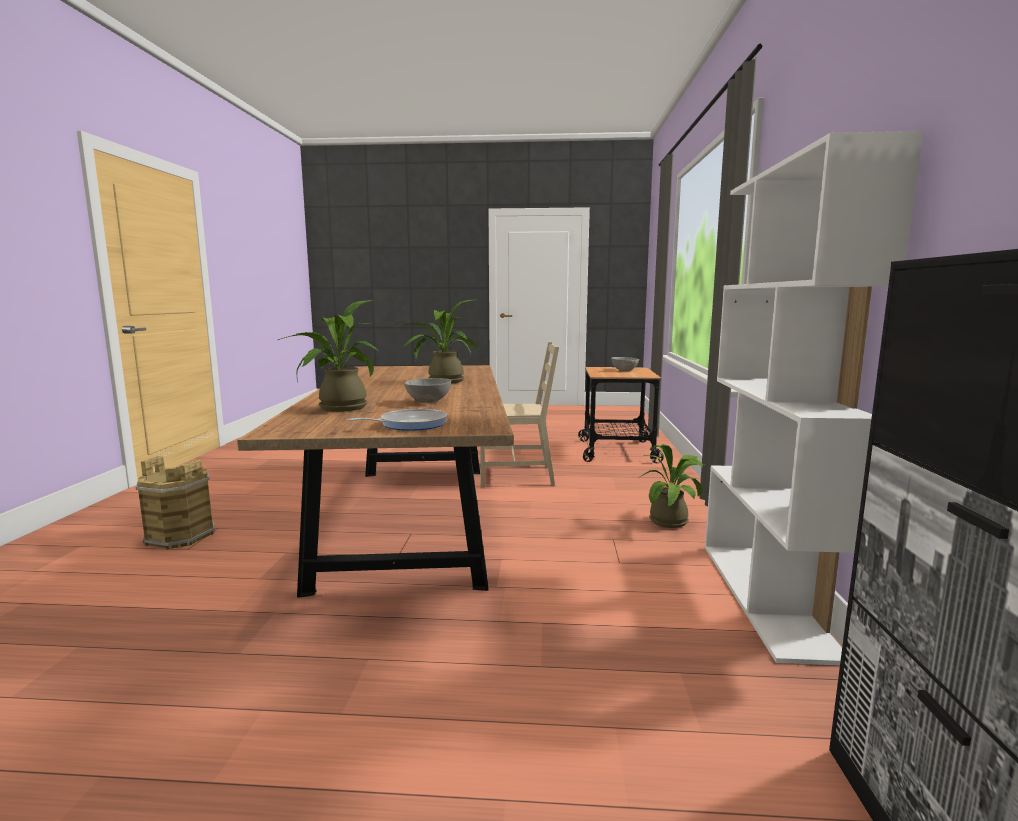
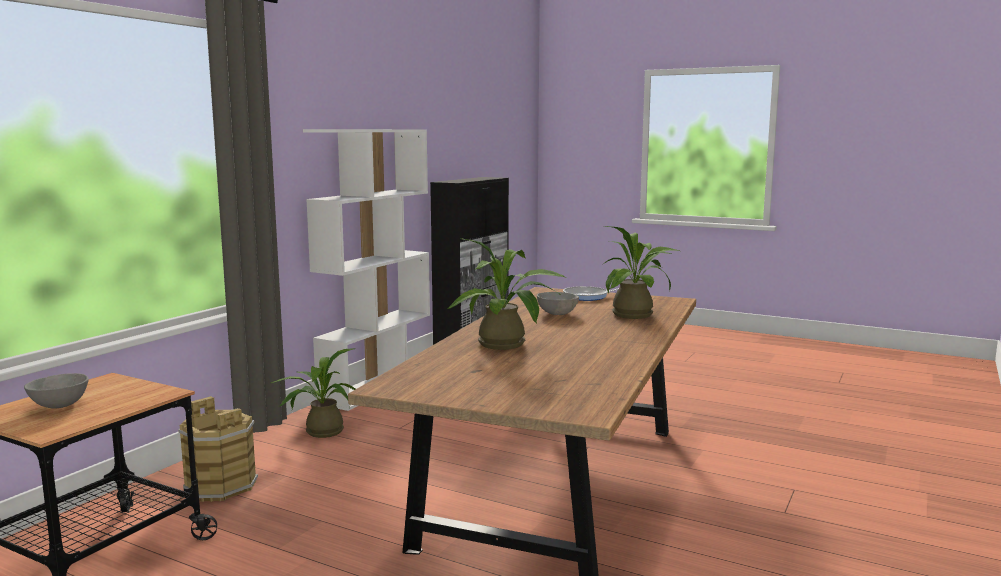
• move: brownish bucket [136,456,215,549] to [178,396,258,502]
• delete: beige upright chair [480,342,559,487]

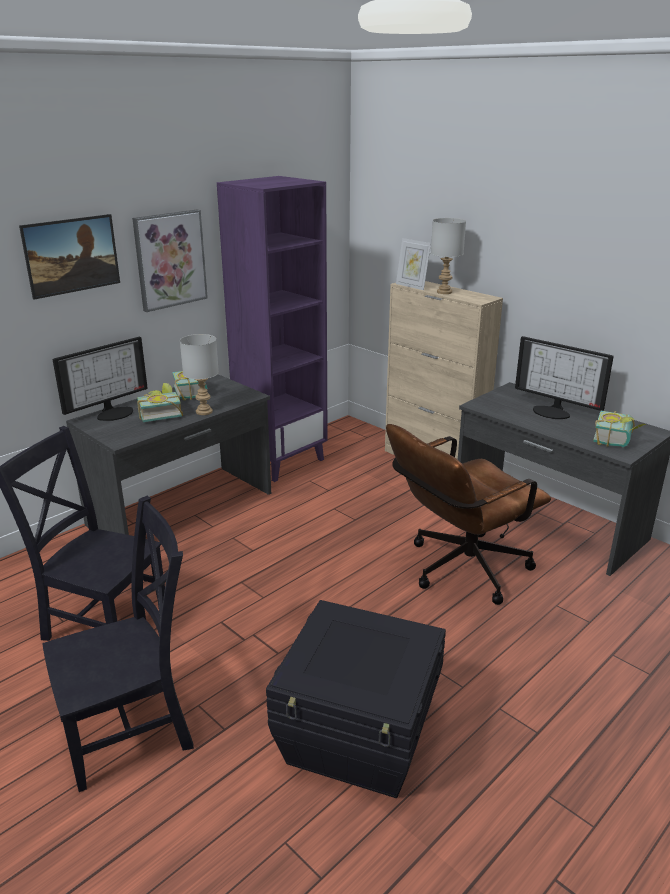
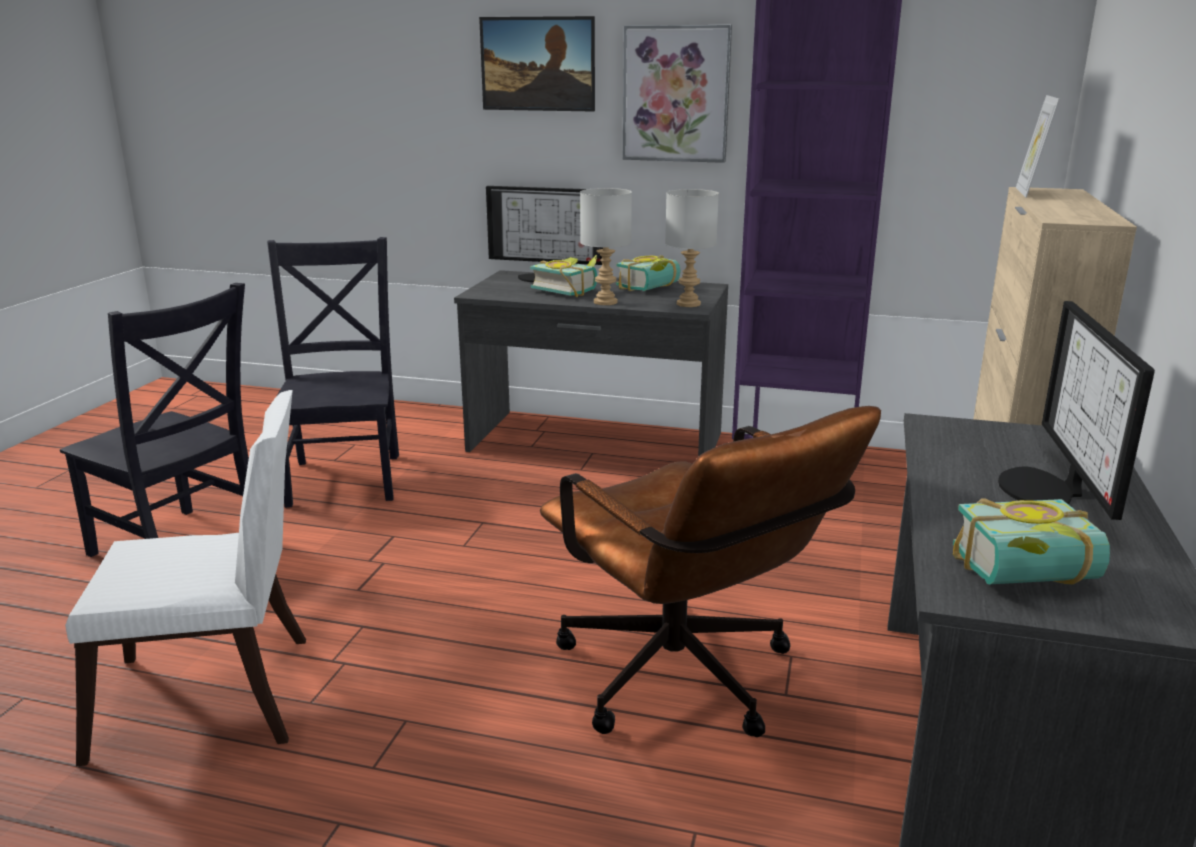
• replace: black storage container [266,600,446,798] to white upright chair [65,390,306,766]
• rotate: brownish computer chair [386,424,551,605] = [540,406,881,737] 150 degrees counterclockwise
• move: gray table lamp [431,218,466,294] to [665,189,719,307]

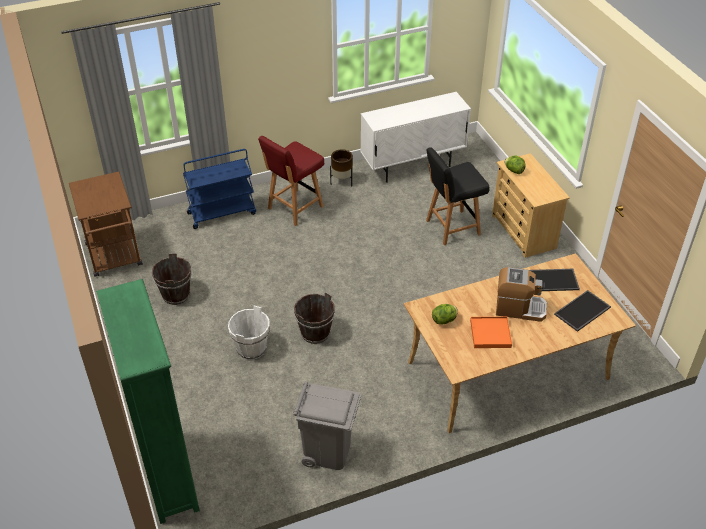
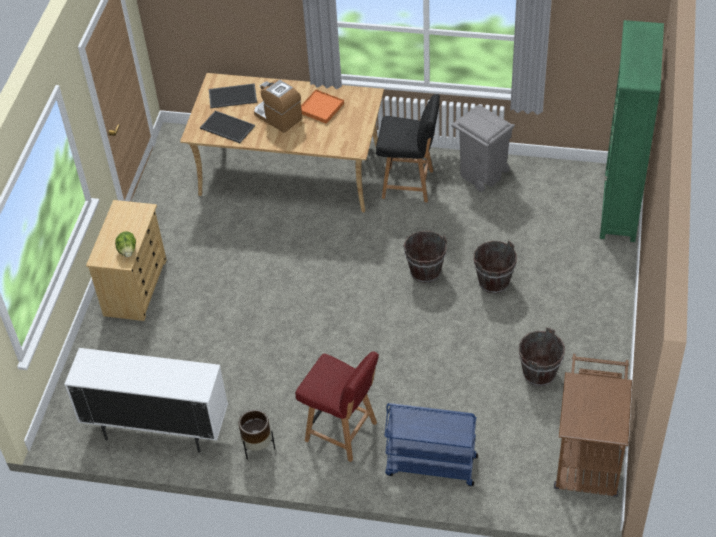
• recolor: white bucket [228,306,270,360] to brownish bucket [473,240,517,294]
• rotate: red upright chair [258,136,324,226] = [295,351,379,462] 45 degrees clockwise
• move: black upright chair [426,147,489,245] to [376,94,440,202]
• delete: head of lettuce [432,304,458,325]

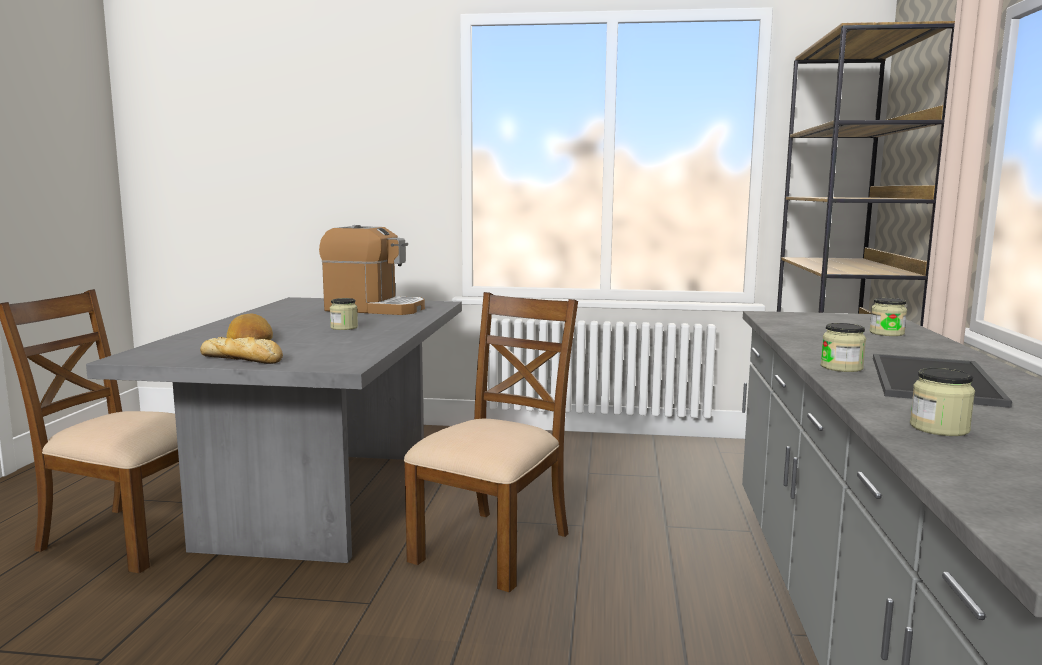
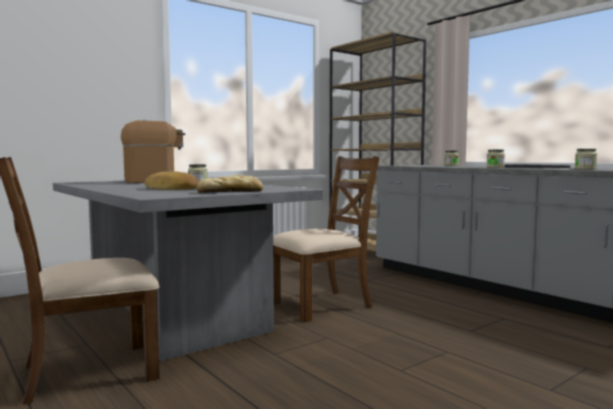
• rotate: brownish upright chair [404,292,578,592] = [273,156,380,322] 75 degrees clockwise

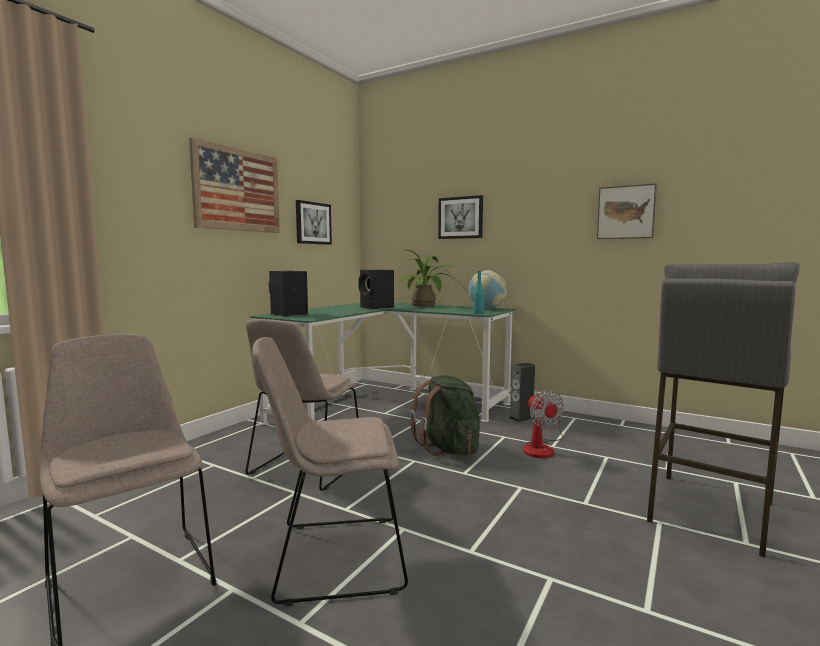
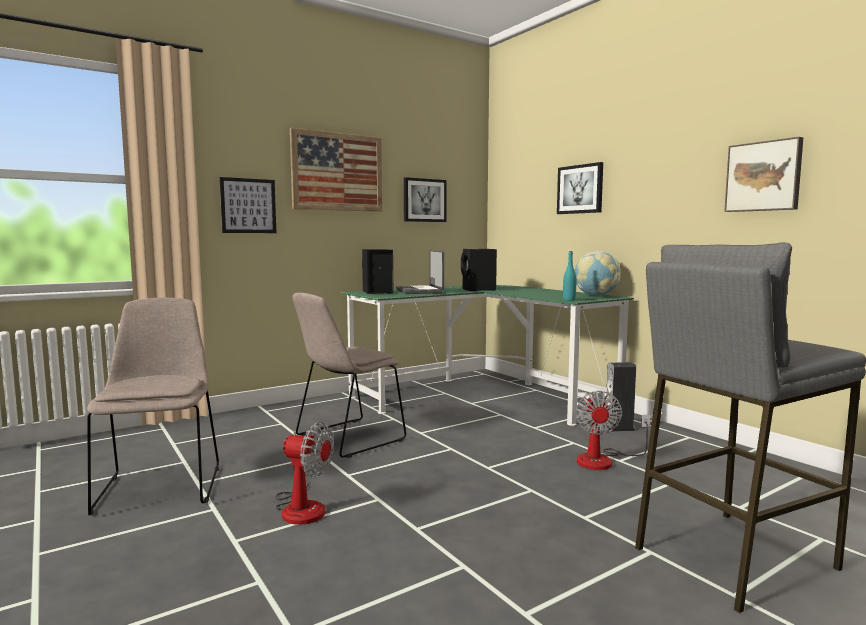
• replace: beige upright chair [252,337,408,606] to electric fan [275,422,334,525]
• delete: potted plant [395,250,455,307]
• delete: greenish rucksack [410,375,480,456]
• insert: wall art [220,177,276,233]
• insert: portable computer [395,250,444,294]

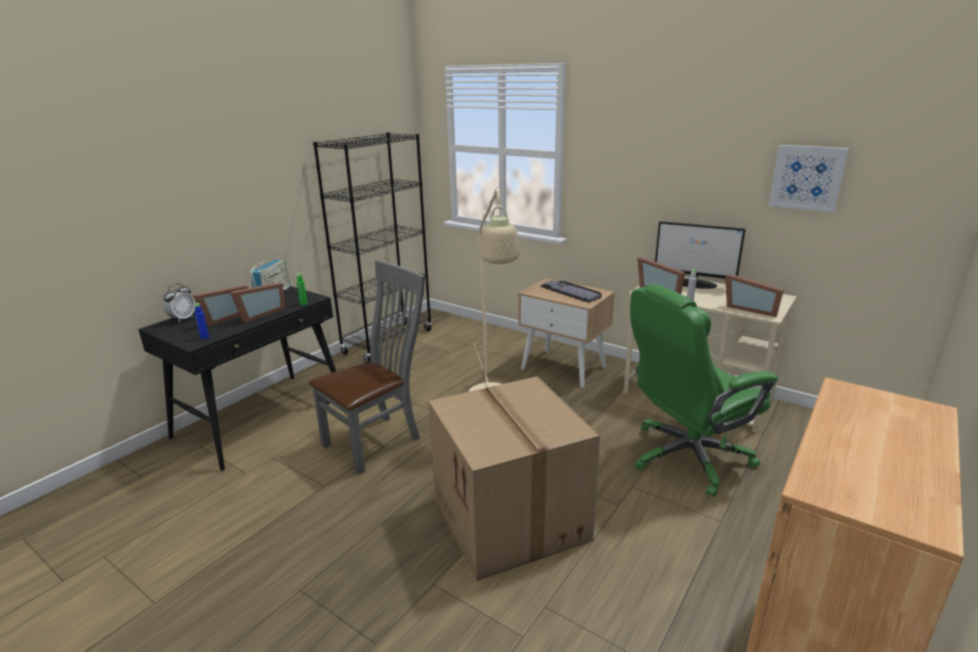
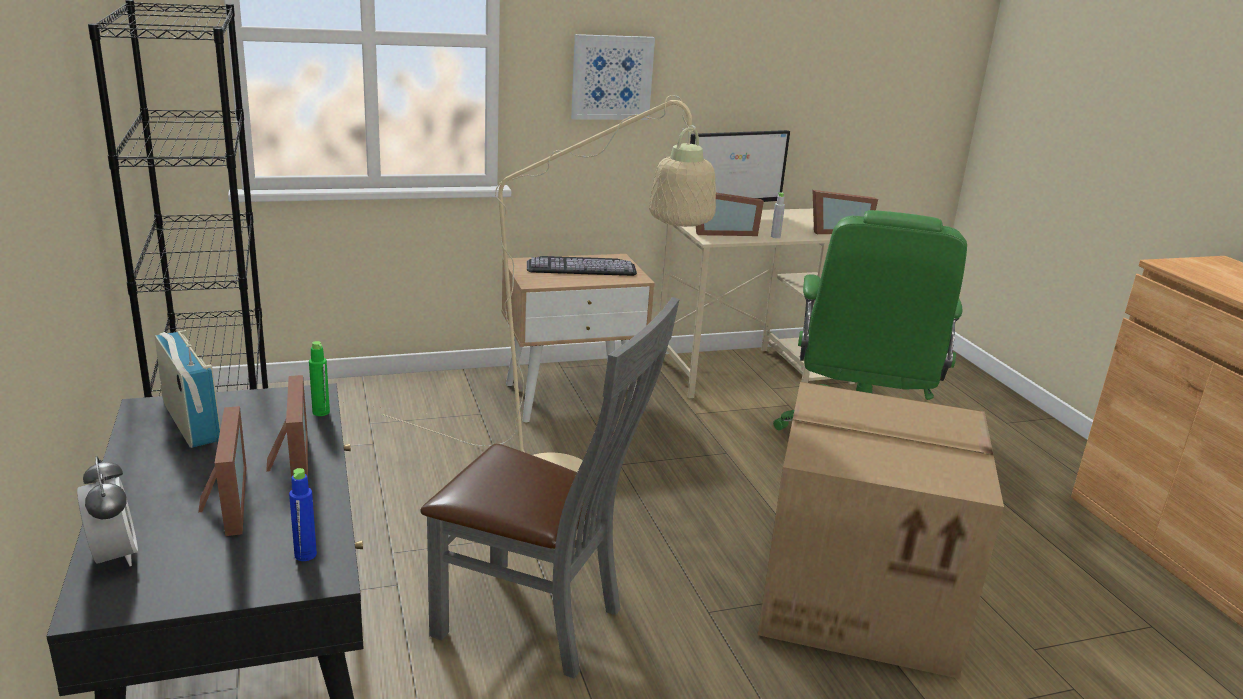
• rotate: gray upright chair [309,260,425,475] = [420,297,680,679] 120 degrees clockwise
• move: wall art [768,145,849,212] to [571,34,655,120]

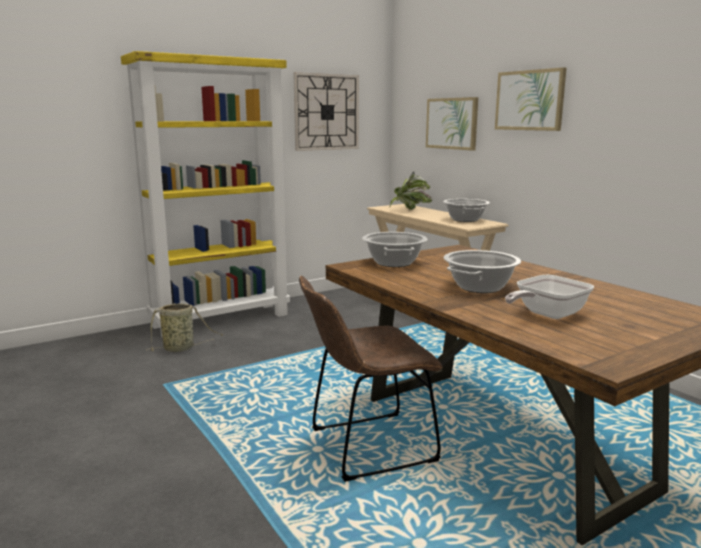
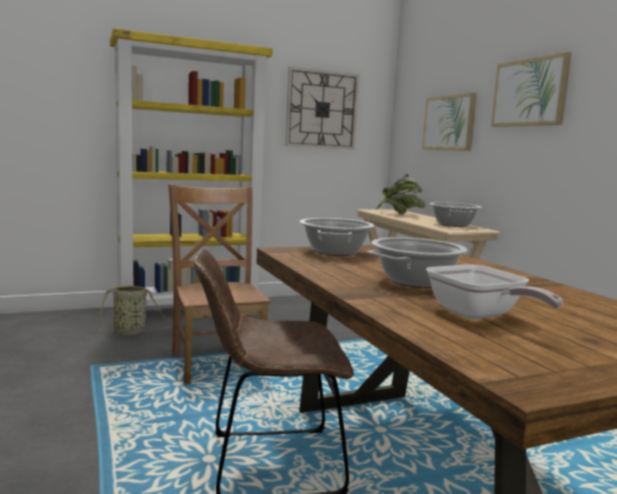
• rotate: skillet [505,275,594,319] = [426,264,563,319] 90 degrees counterclockwise
• insert: brownish upright chair [168,184,271,384]

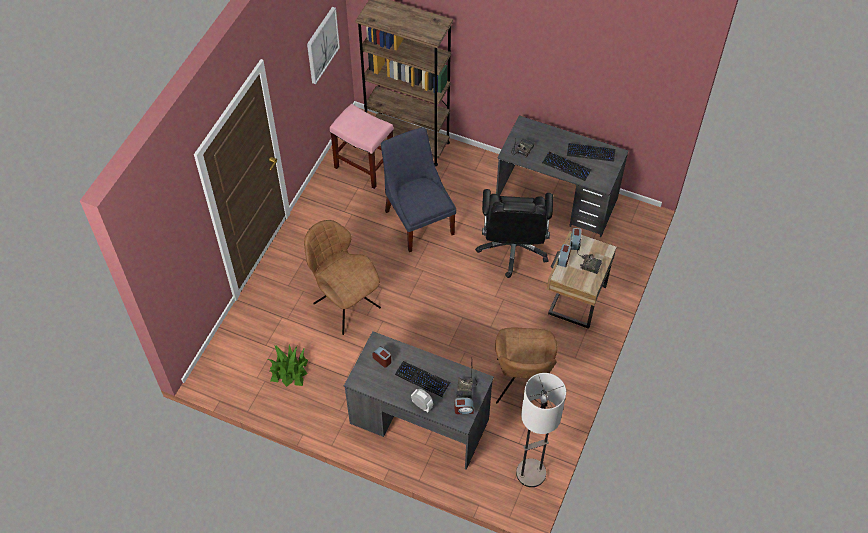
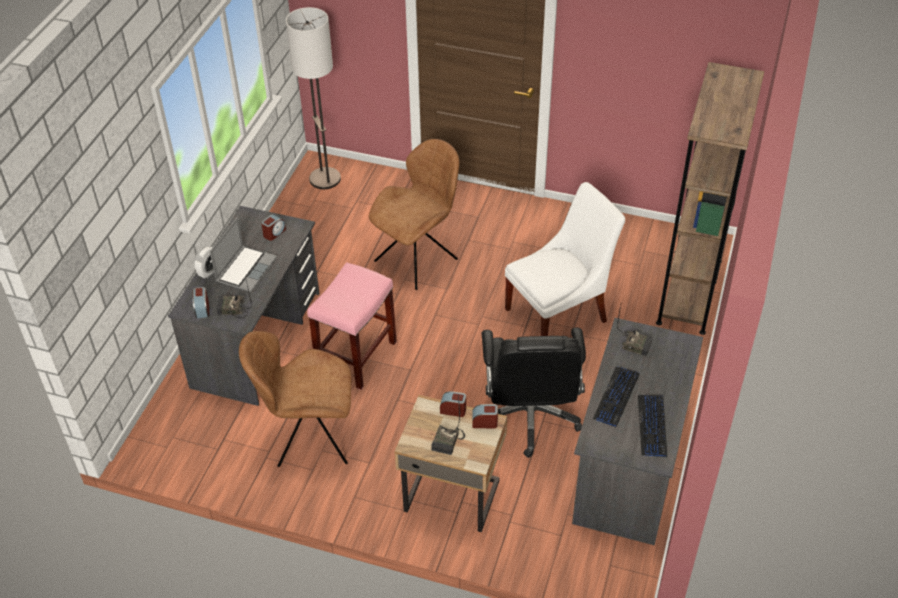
• delete: potted plant [268,345,308,387]
• delete: wall art [307,7,340,84]
• move: pinkish stool [330,104,393,189] to [307,262,397,390]
• recolor: blue upright chair [381,127,456,252] to white upright chair [505,182,625,336]
• replace: keyboard [395,361,450,397] to portable computer [210,217,277,292]
• rotate: black computer chair [475,189,553,278] = [482,328,586,458] 90 degrees counterclockwise
• move: standing lamp [516,373,566,487] to [286,7,341,189]

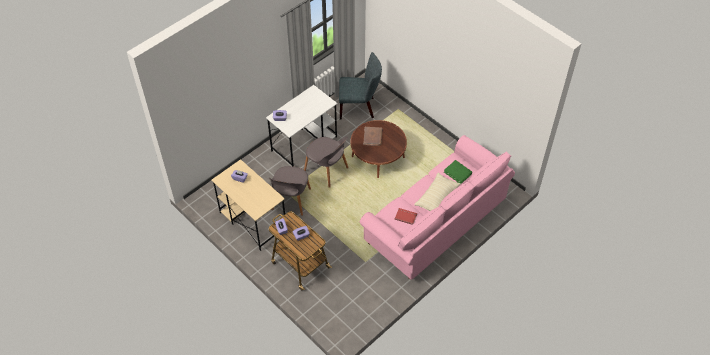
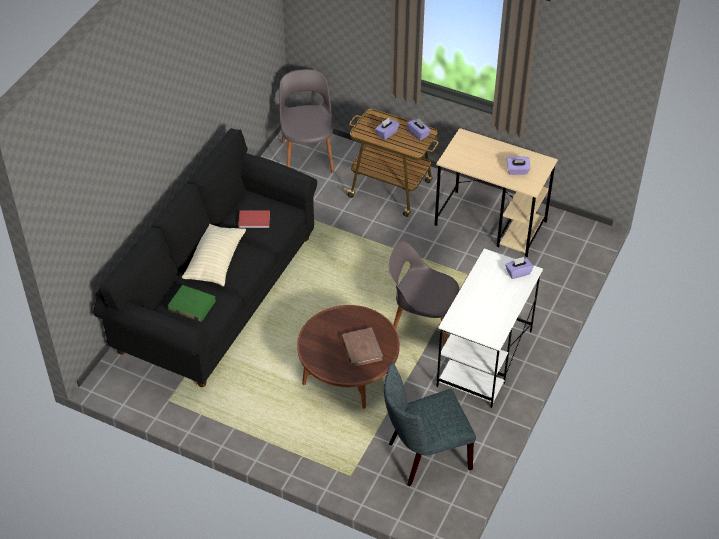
• move: gray upright chair [269,166,311,216] to [279,69,334,173]
• recolor: pinkish couch [360,135,515,280] to black couch [94,128,317,387]

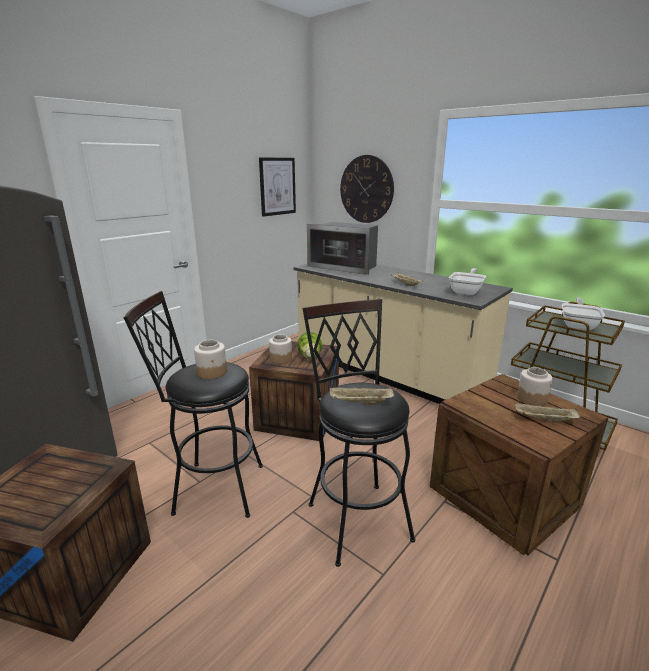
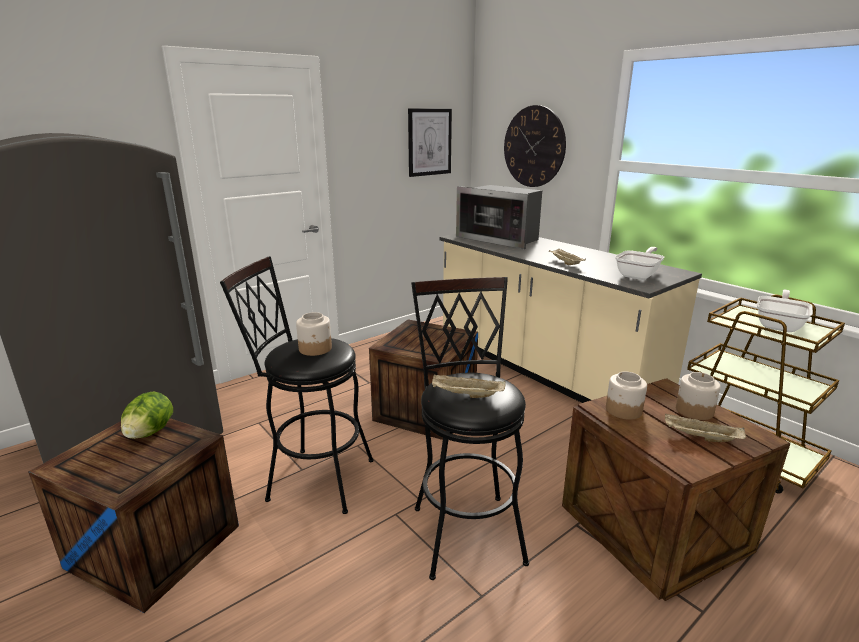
• move: preserve jar [269,334,292,364] to [606,372,647,420]
• move: head of lettuce [297,332,322,359] to [121,391,173,439]

